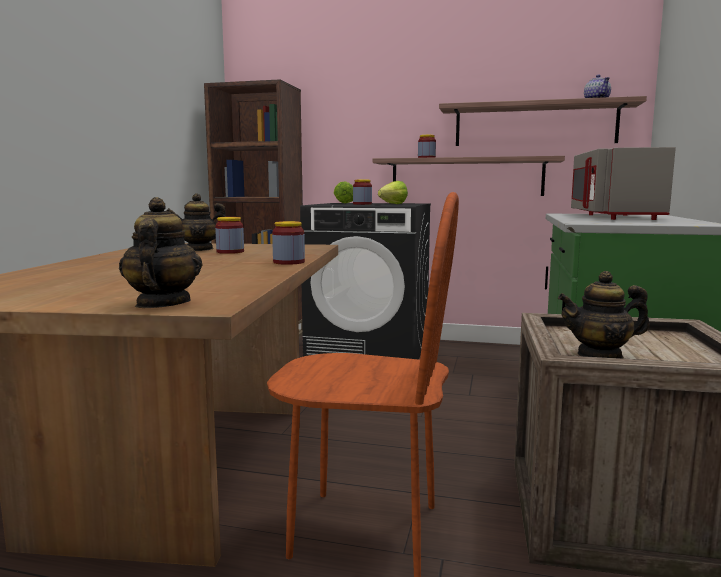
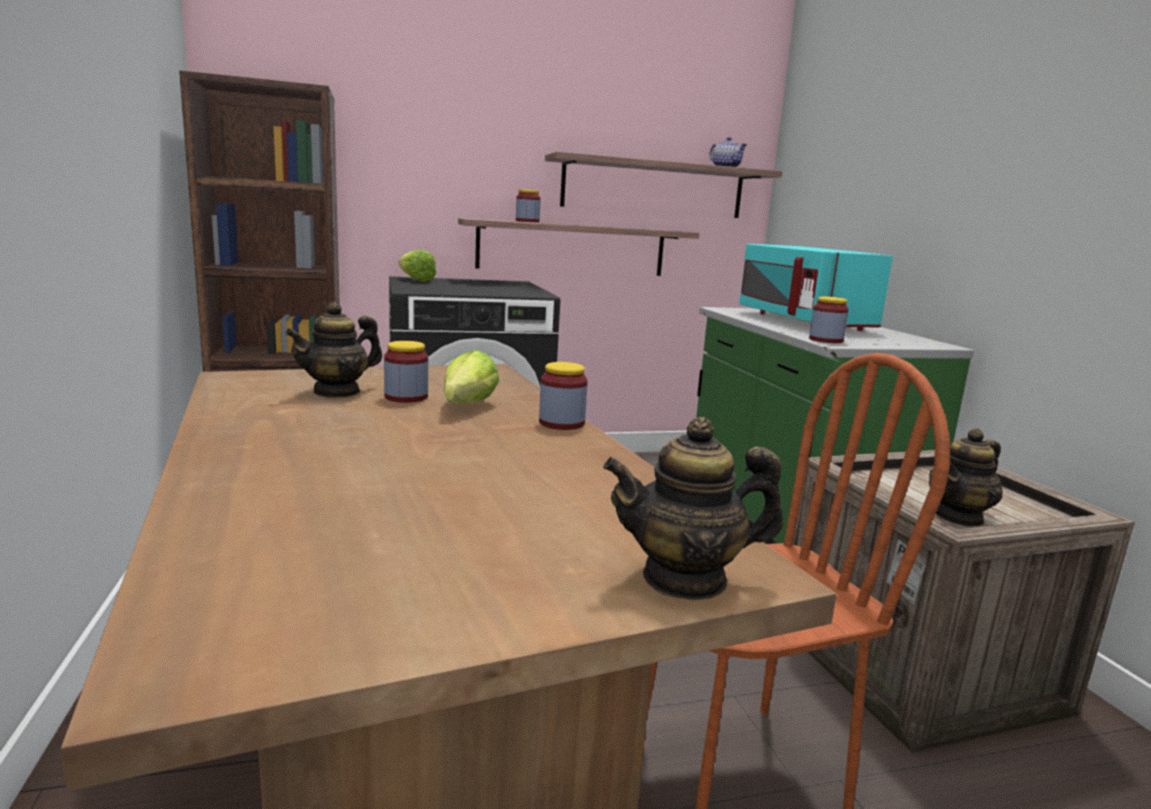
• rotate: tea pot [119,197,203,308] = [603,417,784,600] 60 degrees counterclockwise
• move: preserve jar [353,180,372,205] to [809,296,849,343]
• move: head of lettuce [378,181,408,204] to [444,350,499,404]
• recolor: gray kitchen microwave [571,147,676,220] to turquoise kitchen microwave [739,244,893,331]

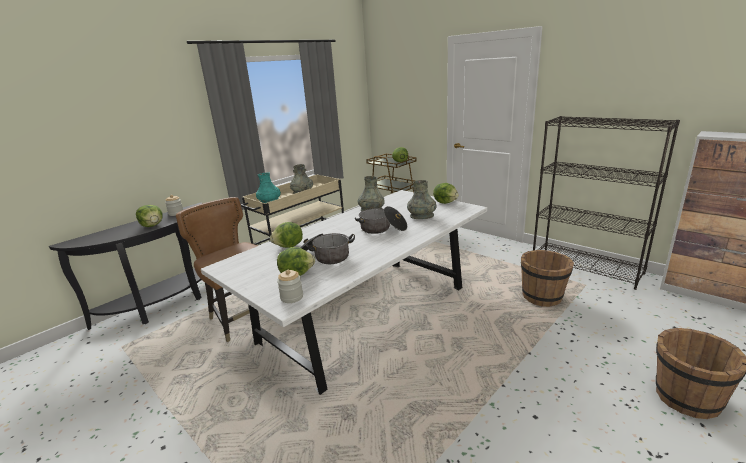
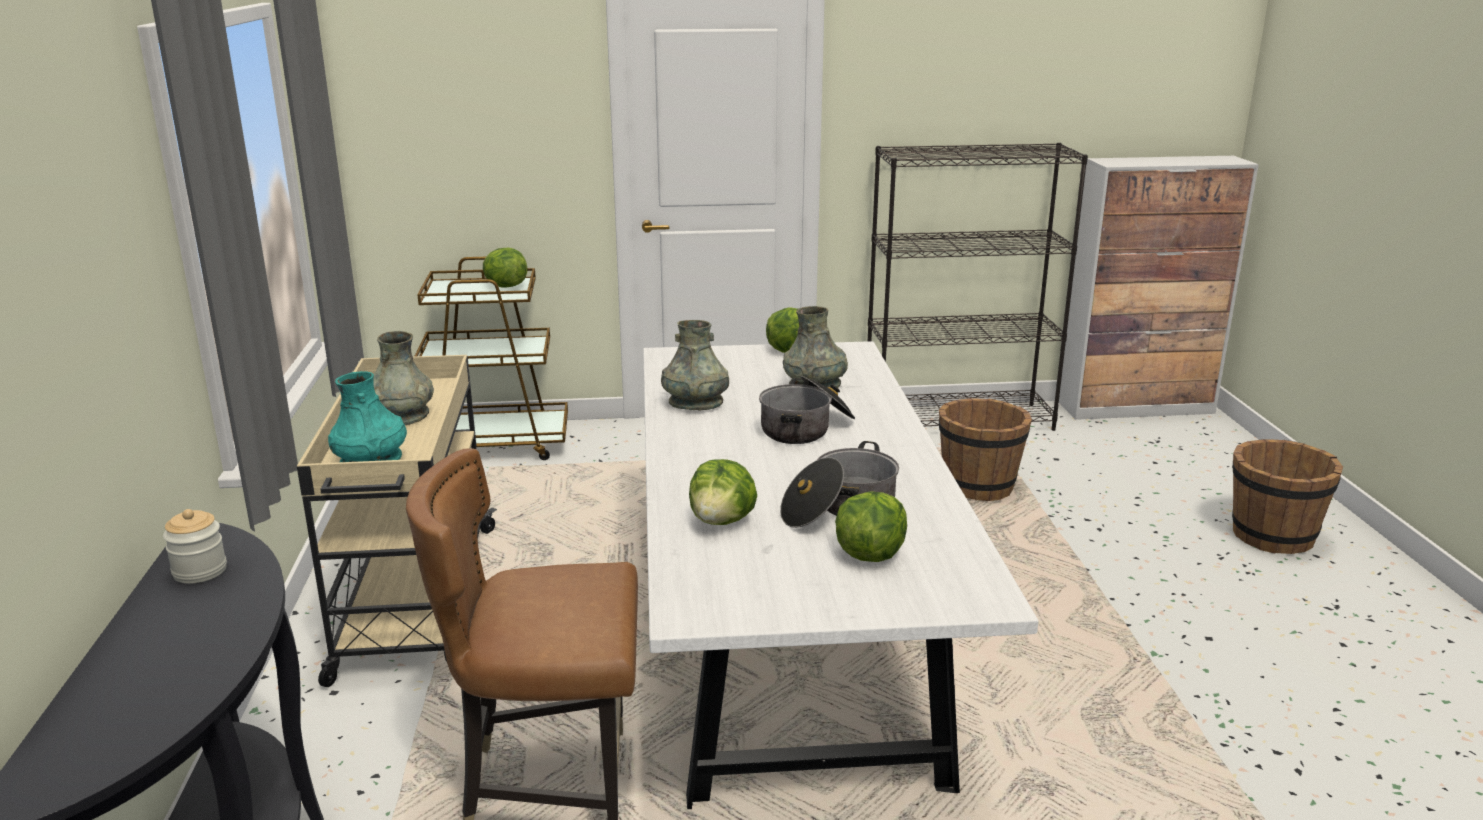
• delete: head of lettuce [136,205,163,227]
• delete: preserve jar [277,270,303,303]

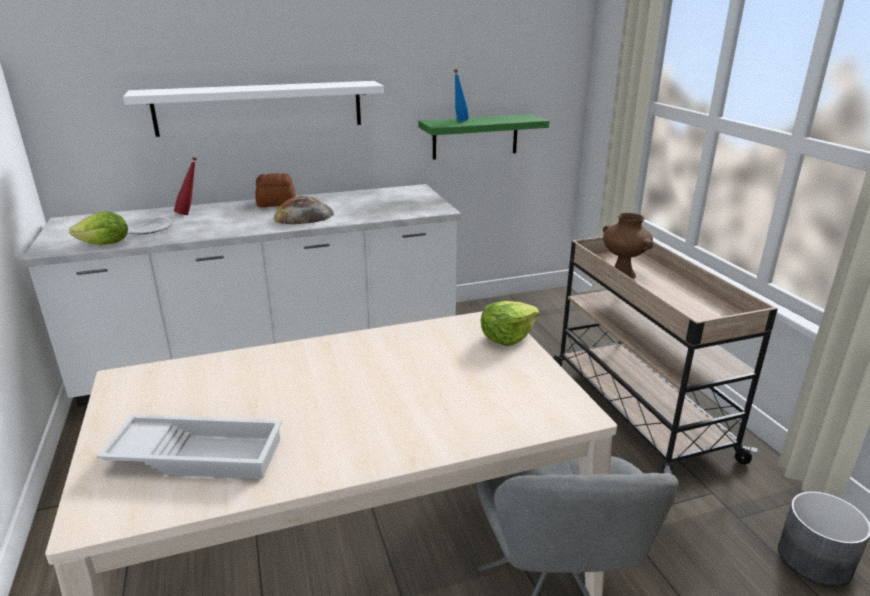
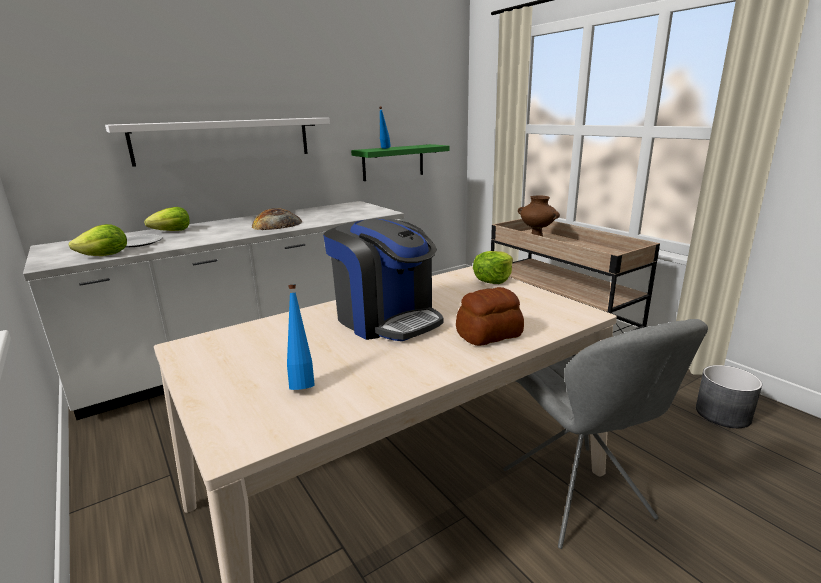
• replace: white tray [96,414,282,479] to blue beverage bottle [287,285,315,390]
• replace: red beverage bottle [174,157,197,215] to head of lettuce [144,207,190,231]
• move: baked bread [255,173,296,207] to [456,287,524,346]
• insert: coffee brewer [323,219,444,341]

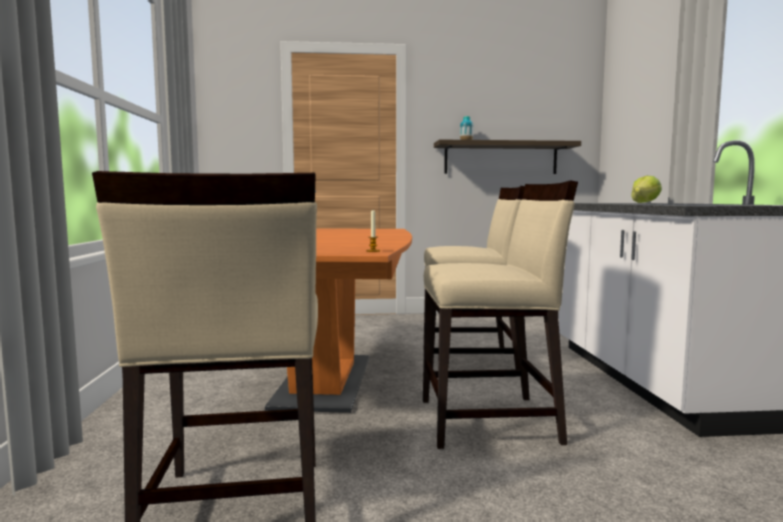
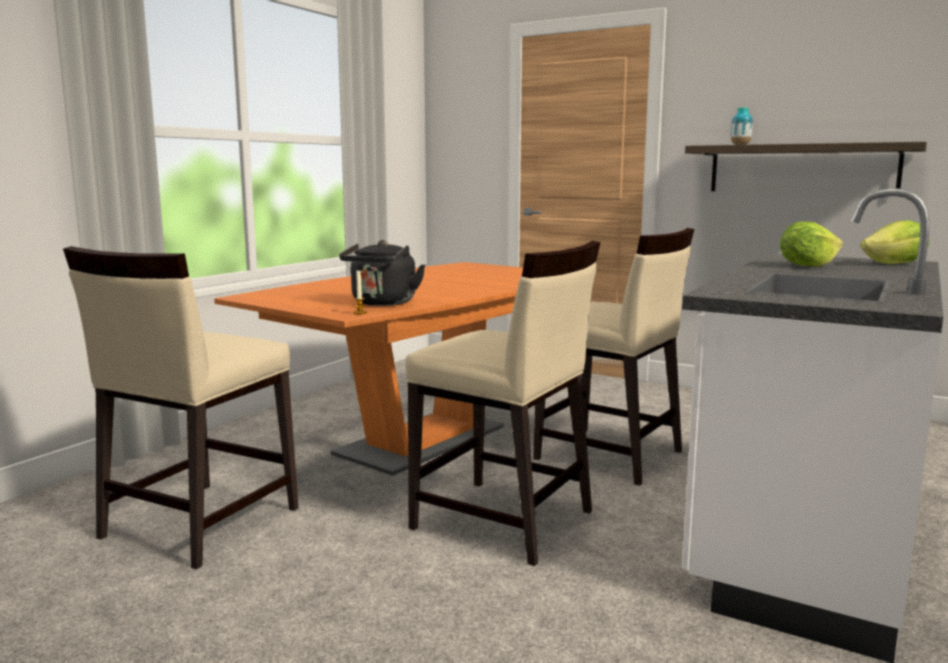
• insert: black water kettle [339,240,425,306]
• insert: head of lettuce [780,221,843,267]

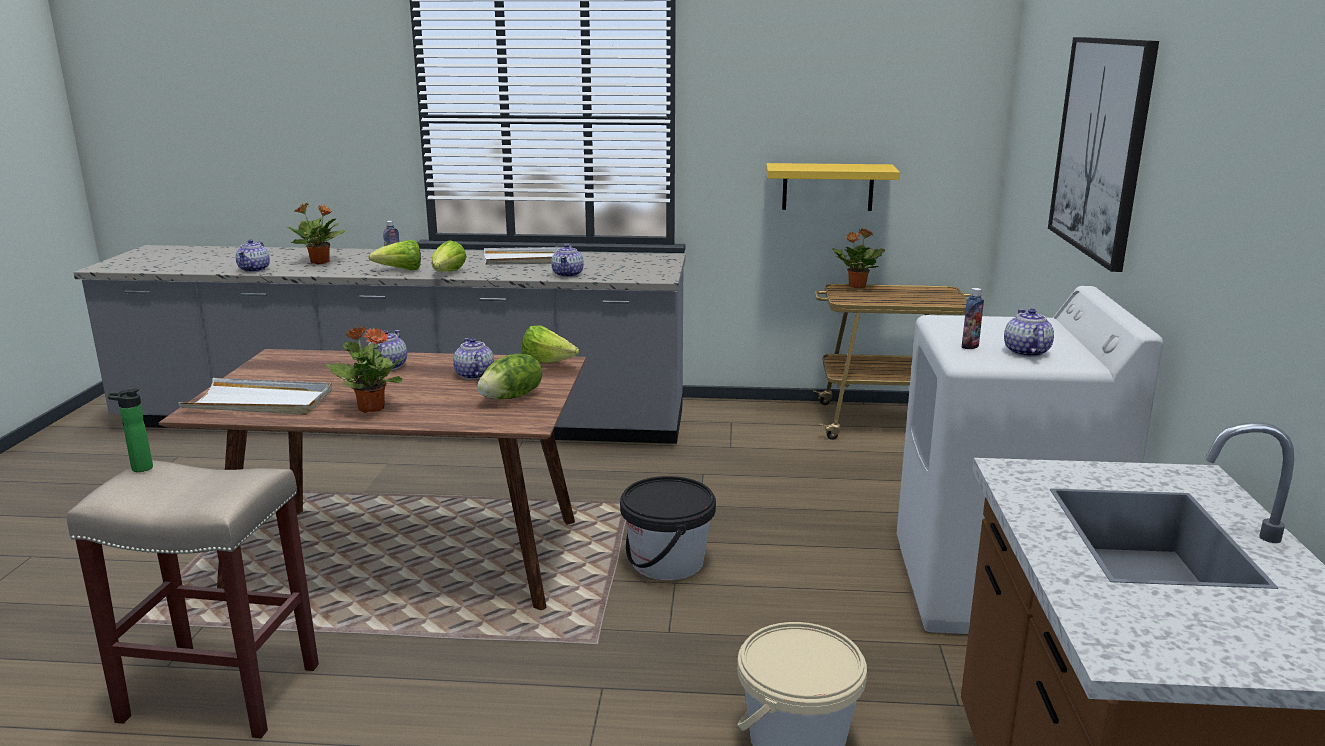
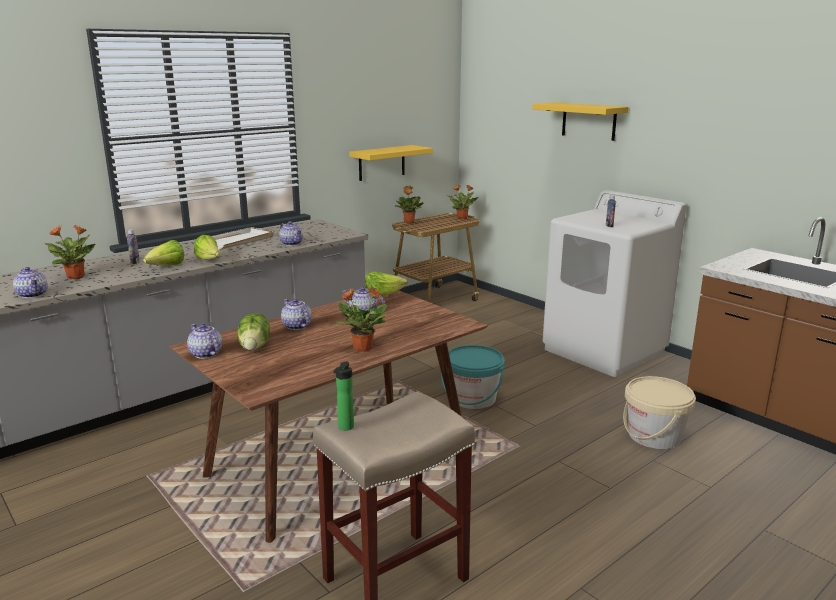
• delete: white tray [179,378,332,415]
• move: head of lettuce [477,353,543,399] to [237,313,270,351]
• recolor: black bucket [620,476,716,580] to turquoise bucket [441,345,505,409]
• move: tea pot [1004,308,1054,357] to [187,324,222,359]
• replace: wall art [1048,37,1159,272] to yellowish wall shelf [532,102,629,141]
• insert: potted plant [447,184,478,219]

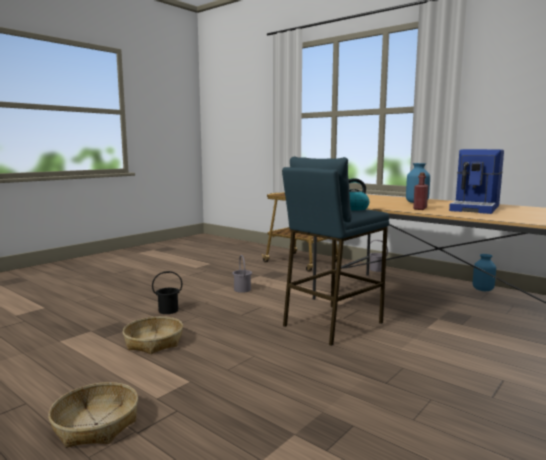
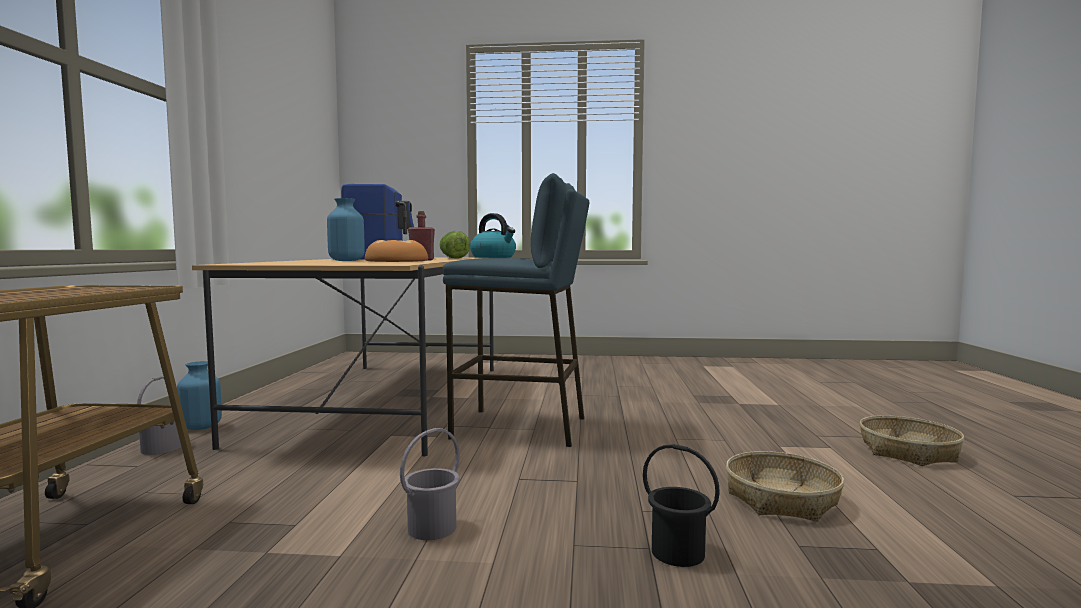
• move: blue decorative vase [473,254,496,291] to [177,361,222,430]
• insert: baked bread [365,240,428,262]
• insert: head of lettuce [440,231,470,259]

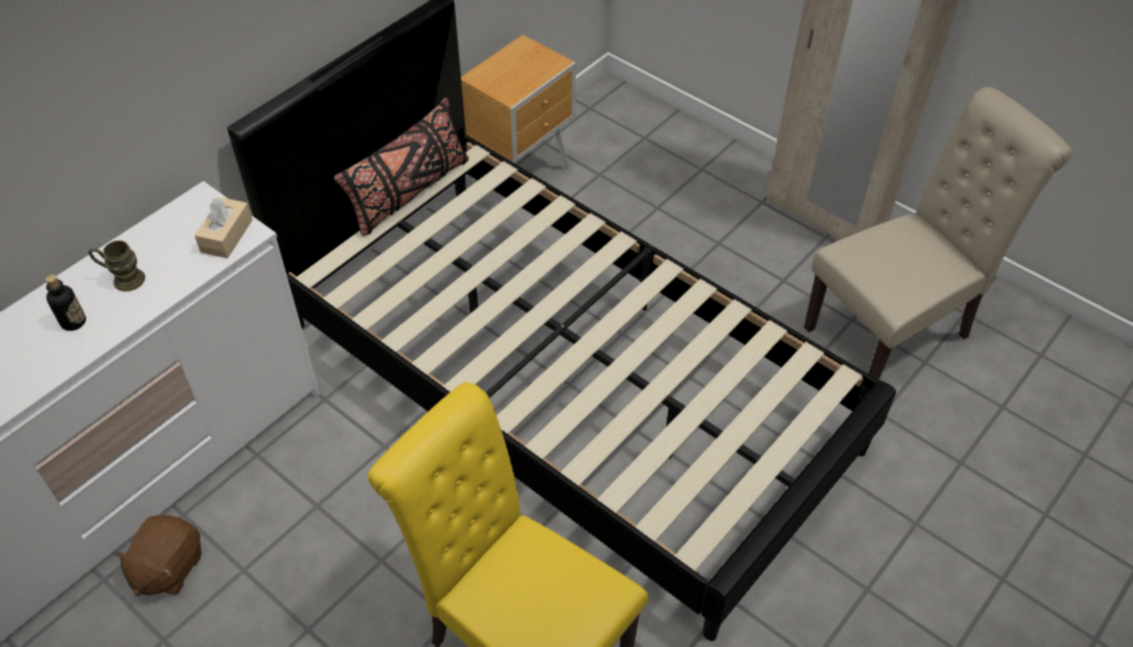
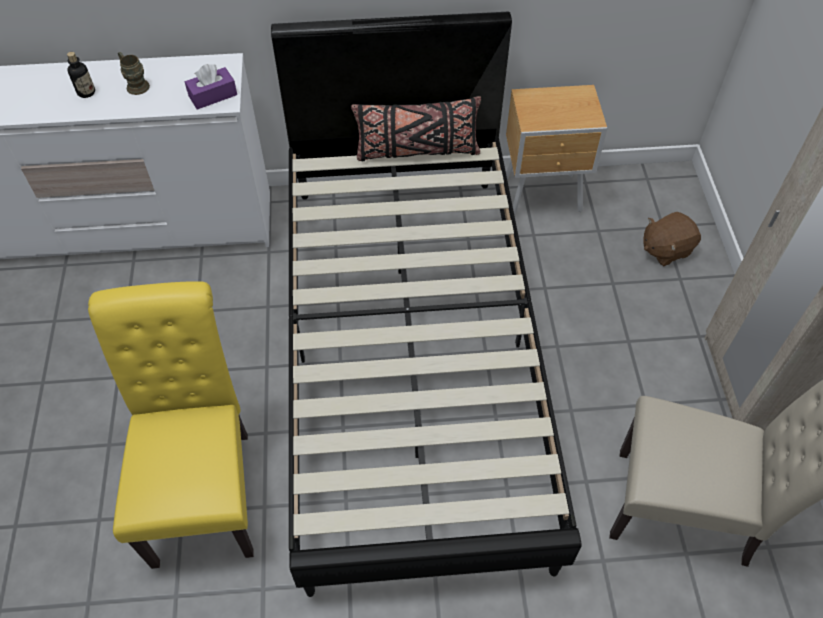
• move: brownish plush toy [114,515,202,596] to [643,212,701,266]
• recolor: beige box of tissues [194,197,252,258] to purple-coloured box of tissues [185,64,237,110]

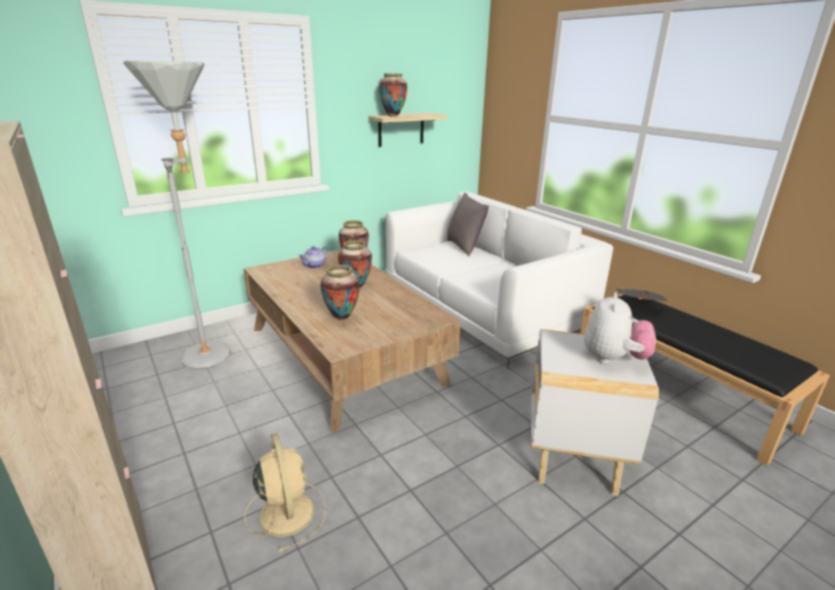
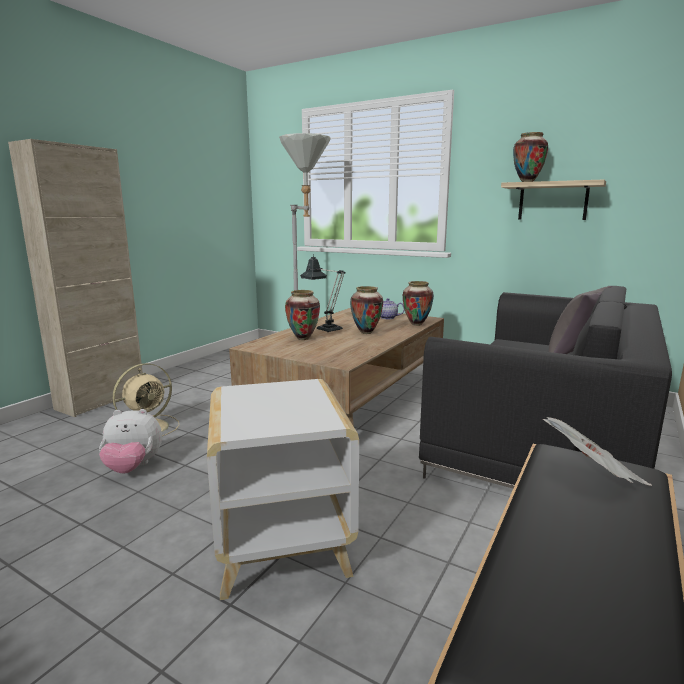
• recolor: white couch [386,191,613,369] to black couch [419,286,672,488]
• move: plush toy [584,292,656,364] to [99,409,162,474]
• insert: table lamp [300,255,345,332]

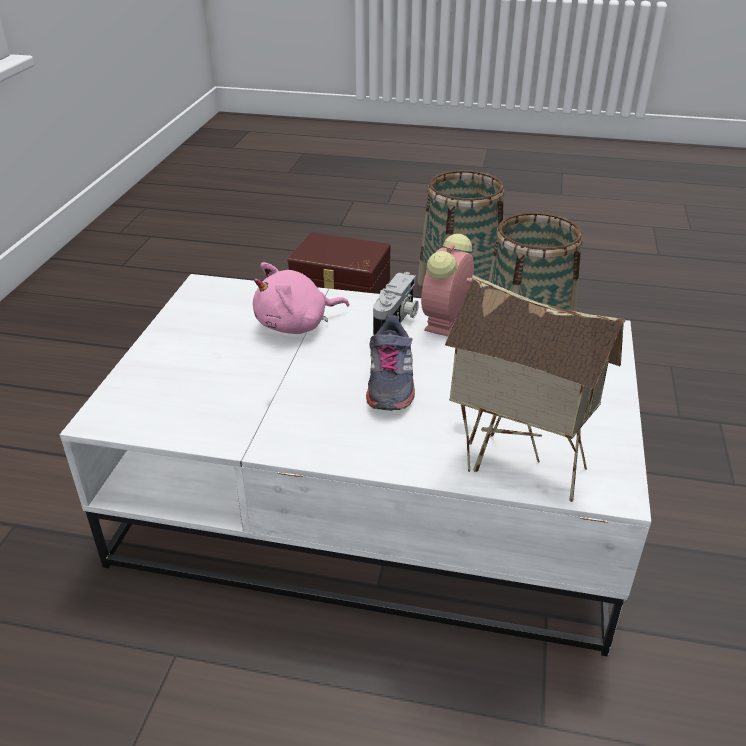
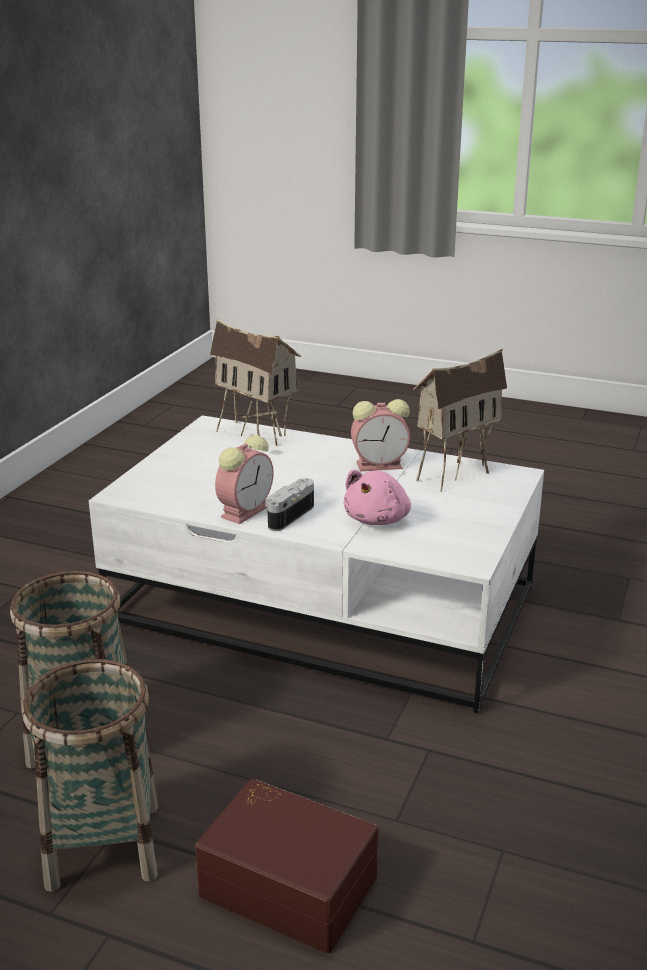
• rotate: pinkish plush toy [253,262,349,334] = [343,470,411,525] 135 degrees clockwise
• delete: gray item of footwear [366,315,415,411]
• insert: alarm clock [351,399,410,472]
• insert: toy house [413,349,507,492]

